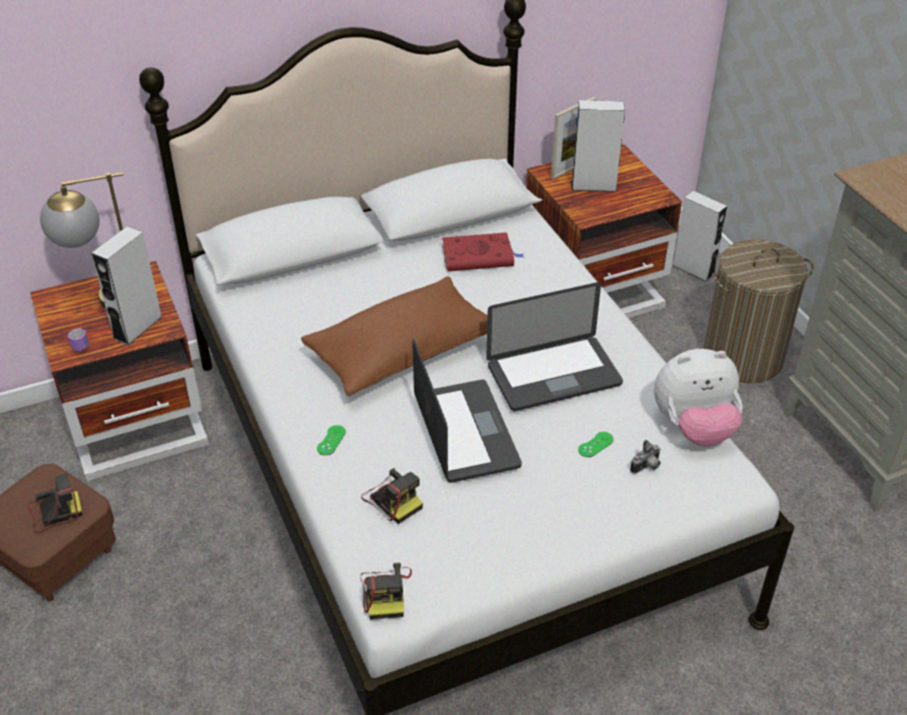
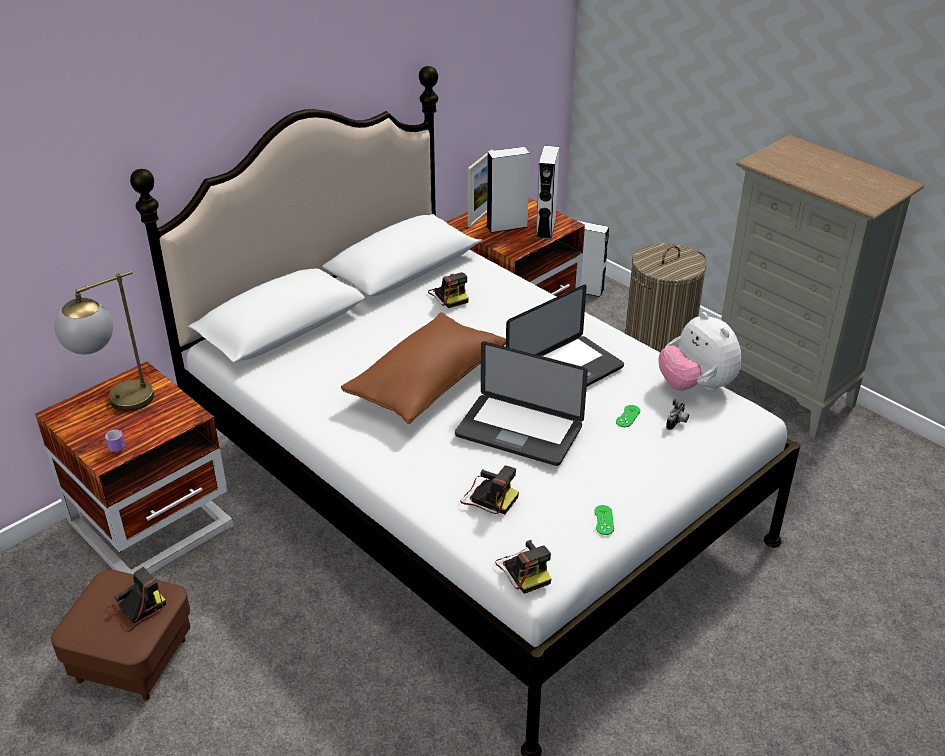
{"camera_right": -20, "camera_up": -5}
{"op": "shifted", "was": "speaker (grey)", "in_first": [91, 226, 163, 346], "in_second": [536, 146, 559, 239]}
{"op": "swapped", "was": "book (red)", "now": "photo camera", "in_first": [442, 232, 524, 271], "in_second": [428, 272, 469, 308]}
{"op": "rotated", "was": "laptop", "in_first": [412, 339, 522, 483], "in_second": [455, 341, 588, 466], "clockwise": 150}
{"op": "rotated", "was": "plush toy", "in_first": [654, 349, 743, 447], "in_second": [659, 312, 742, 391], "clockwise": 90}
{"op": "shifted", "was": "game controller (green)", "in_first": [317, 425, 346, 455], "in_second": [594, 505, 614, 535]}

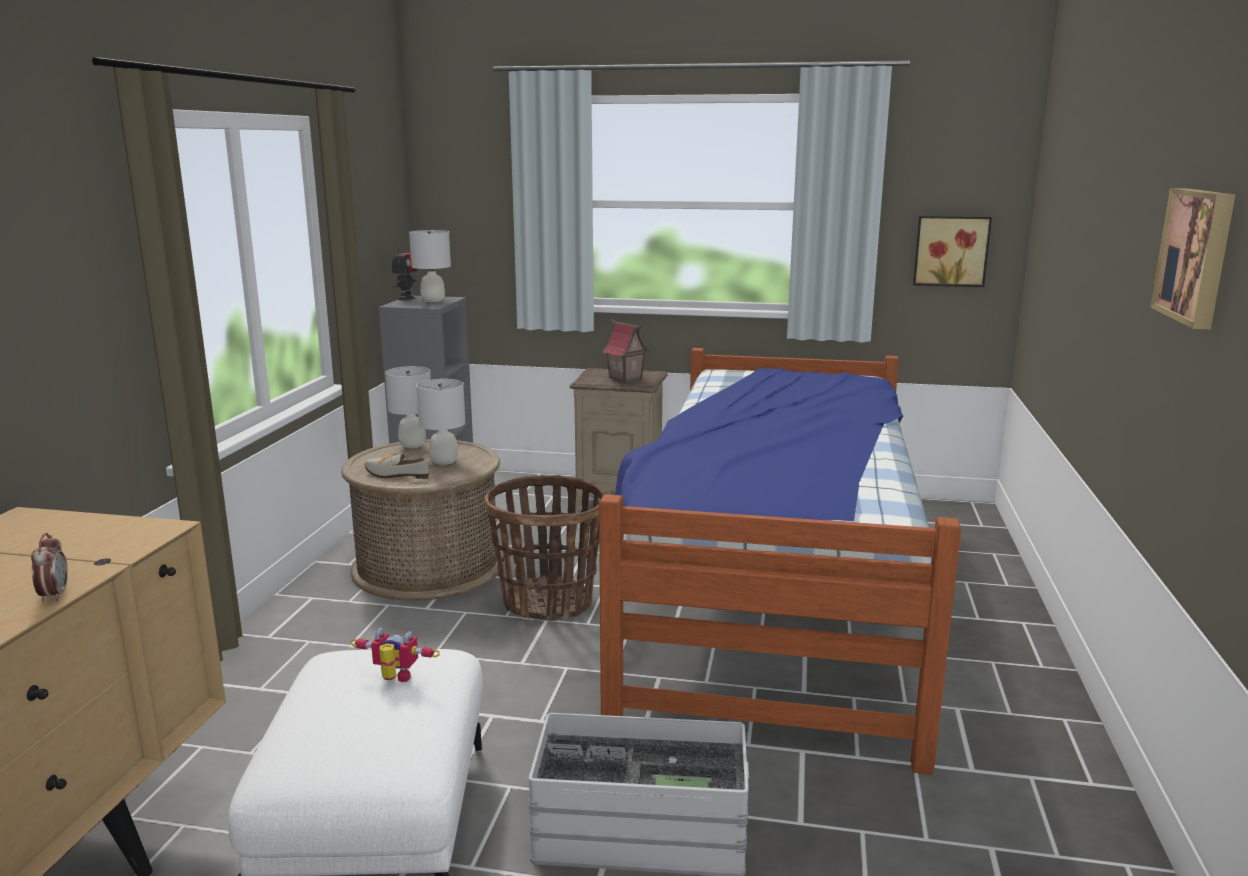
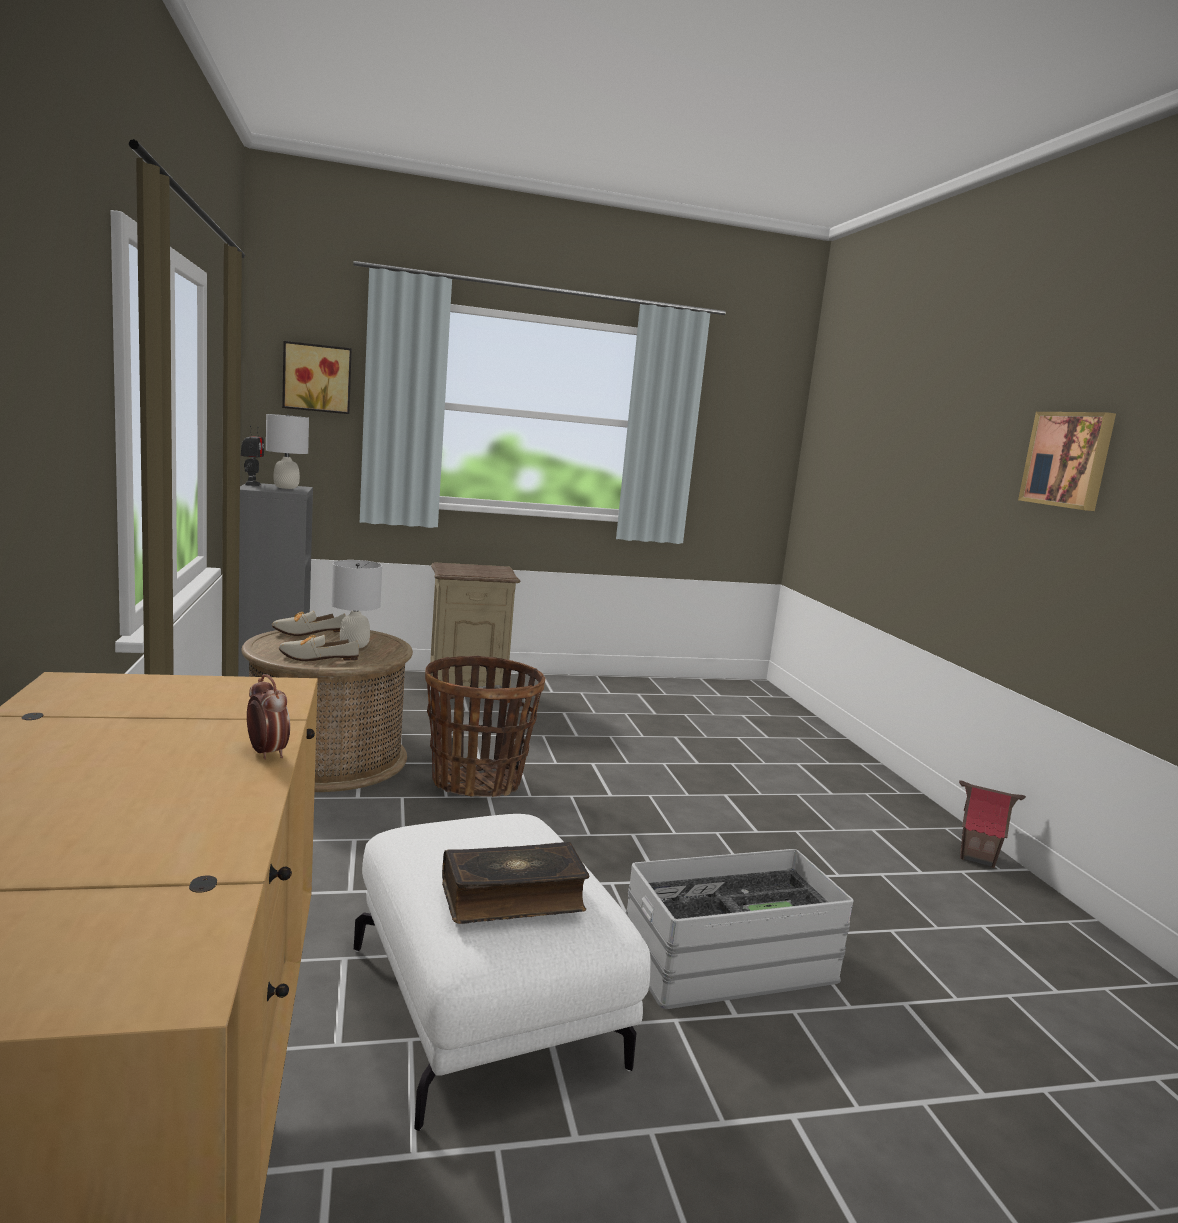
{"camera_right": -25, "camera_up": -5}
{"op": "shifted", "was": "picture", "in_first": [913, 216, 992, 287], "in_second": [282, 341, 352, 414]}
{"op": "shifted", "was": "toy house", "in_first": [602, 319, 649, 383], "in_second": [959, 780, 1026, 868]}
{"op": "gone", "was": "bed", "in_first": [599, 348, 961, 775]}
{"op": "swapped", "was": "table lamp (grey)", "now": "shoe", "in_first": [385, 366, 431, 448], "in_second": [272, 611, 346, 636]}
{"op": "gone", "was": "toy robot", "in_first": [350, 628, 440, 682]}
{"op": "new", "now": "book", "in_second": [442, 842, 589, 924]}

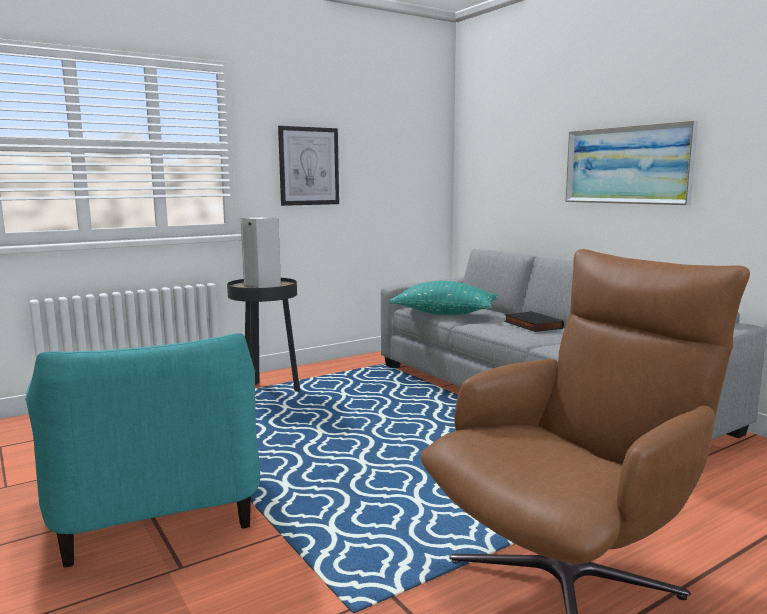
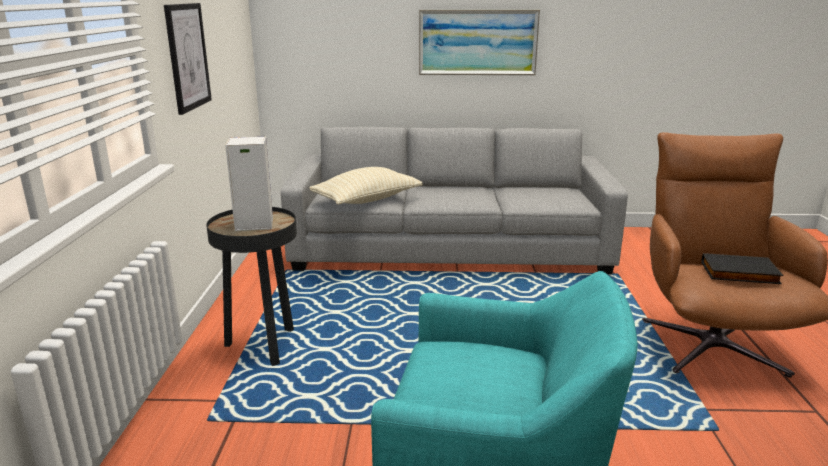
{"camera_right": -55, "camera_up": 10}
{"op": "repainted", "was": "pillow (turquoise)", "now": "pillow (beige)", "in_first": [389, 281, 498, 315], "in_second": [309, 167, 423, 204]}
{"op": "shifted", "was": "book (black)", "in_first": [504, 311, 564, 332], "in_second": [701, 253, 783, 284]}

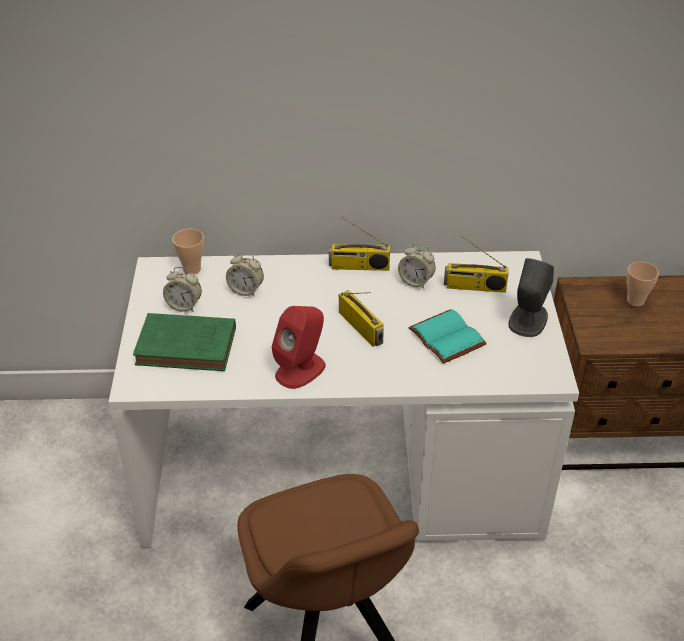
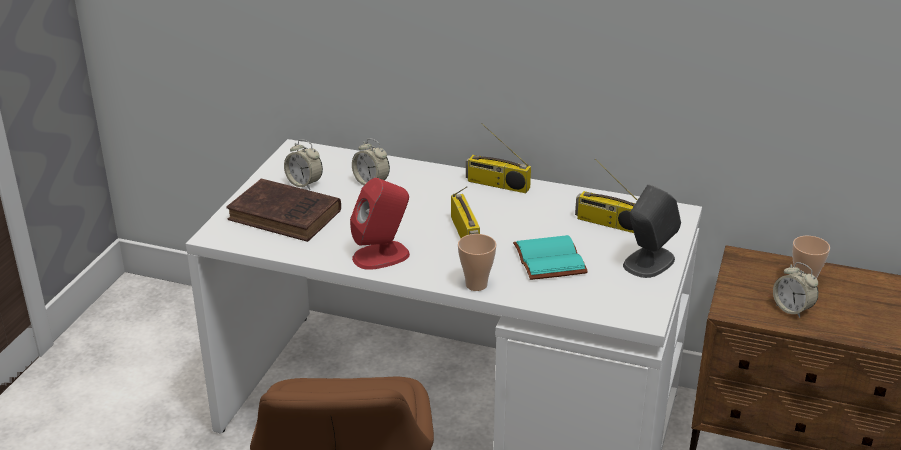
{"camera_right": 20, "camera_up": -10}
{"op": "shifted", "was": "cup", "in_first": [172, 229, 204, 274], "in_second": [458, 234, 496, 291]}
{"op": "shifted", "was": "alarm clock", "in_first": [398, 243, 436, 289], "in_second": [773, 262, 818, 318]}
{"op": "repainted", "was": "book (green)", "now": "book (brown)", "in_first": [133, 313, 236, 371], "in_second": [226, 178, 341, 242]}

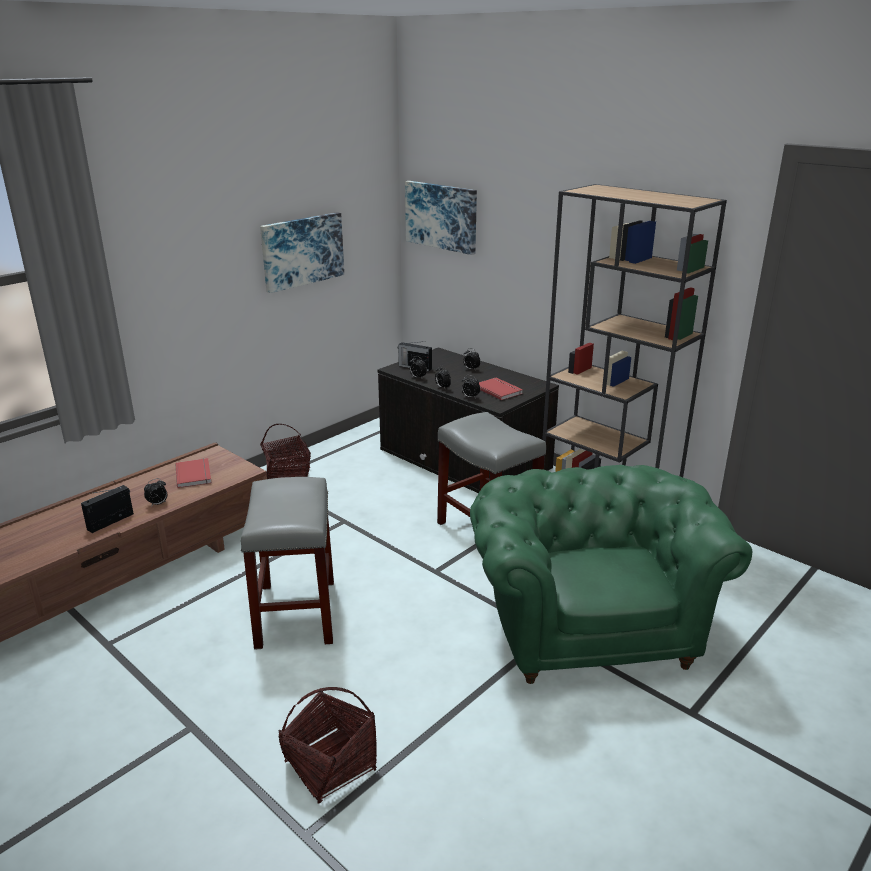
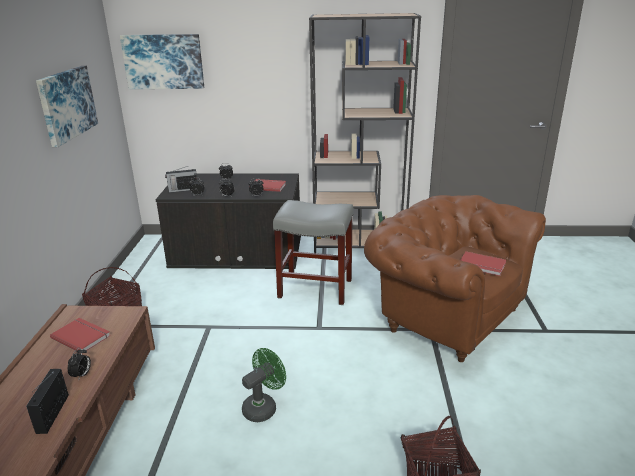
{"camera_right": -40, "camera_up": 0}
{"op": "repainted", "was": "armchair (green)", "now": "armchair (brown)", "in_first": [470, 465, 752, 684], "in_second": [364, 195, 546, 362]}
{"op": "swapped", "was": "stool (grey)", "now": "fan (green)", "in_first": [241, 477, 334, 650], "in_second": [242, 348, 286, 422]}
{"op": "new", "now": "book (red)", "in_second": [461, 251, 506, 276]}

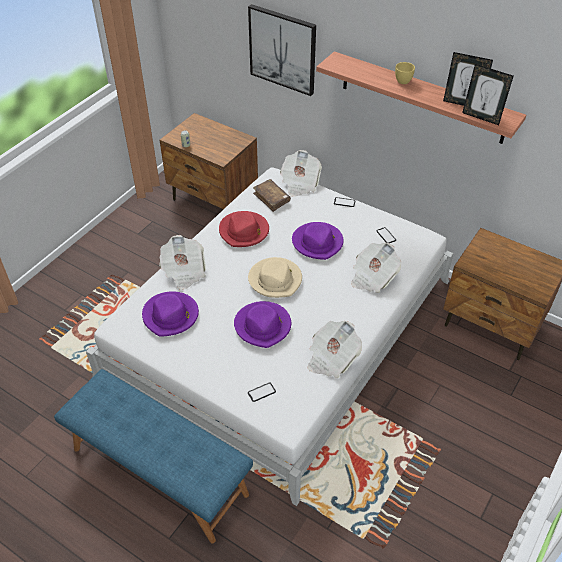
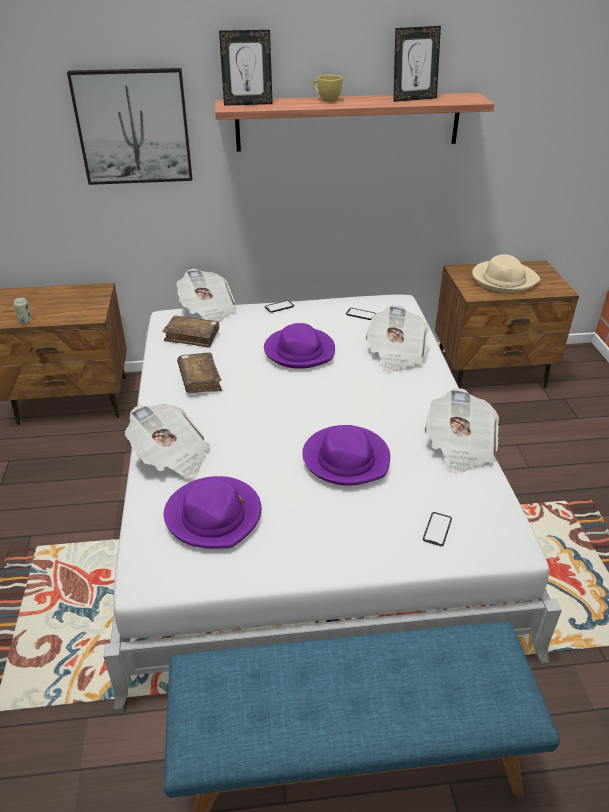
{"camera_right": -40, "camera_up": -10}
{"op": "shifted", "was": "picture frame", "in_first": [462, 64, 514, 125], "in_second": [219, 30, 273, 106]}
{"op": "swapped", "was": "hat (red)", "now": "book (brown)", "in_first": [219, 211, 269, 247], "in_second": [177, 352, 222, 393]}
{"op": "shifted", "was": "hat (beige)", "in_first": [248, 257, 302, 298], "in_second": [472, 254, 541, 293]}

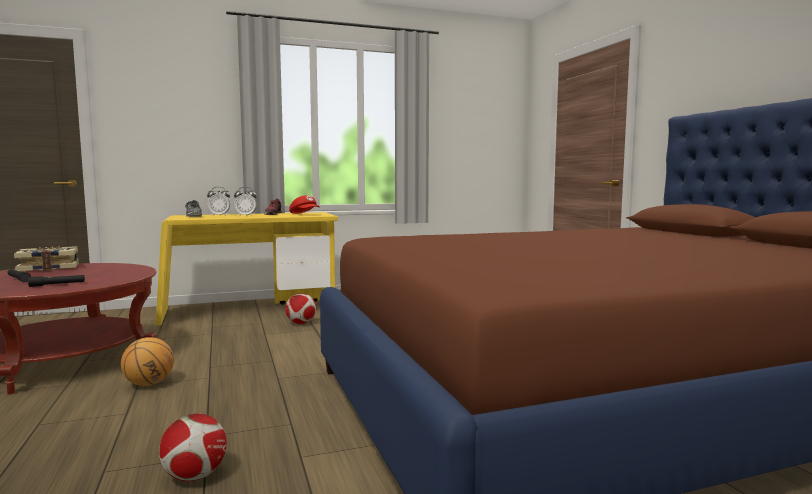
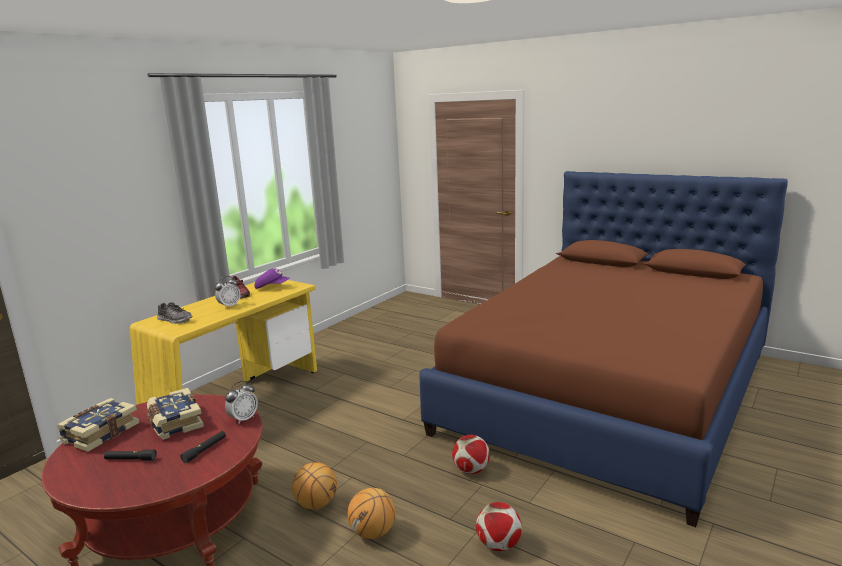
{"camera_right": -35, "camera_up": 10}
{"op": "shifted", "was": "alarm clock", "in_first": [207, 187, 230, 216], "in_second": [225, 381, 258, 424]}
{"op": "repainted", "was": "cap (red)", "now": "cap (purple)", "in_first": [289, 195, 320, 214], "in_second": [254, 268, 290, 289]}
{"op": "shifted", "was": "football", "in_first": [285, 293, 316, 324], "in_second": [452, 435, 490, 474]}
{"op": "new", "now": "book", "in_second": [147, 388, 204, 440]}
{"op": "new", "now": "basketball", "in_second": [347, 488, 395, 539]}

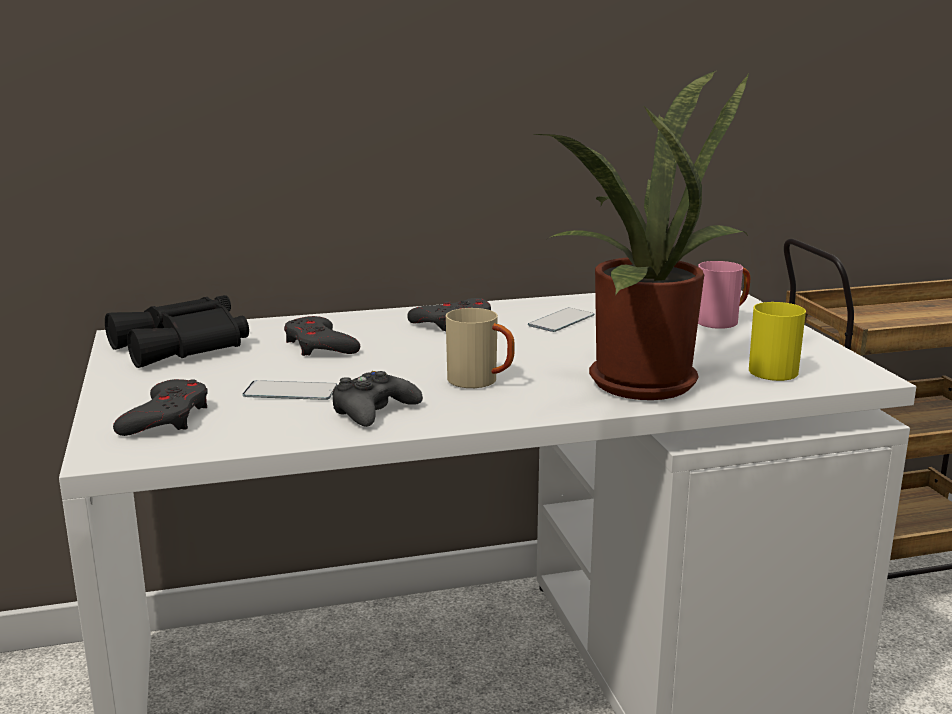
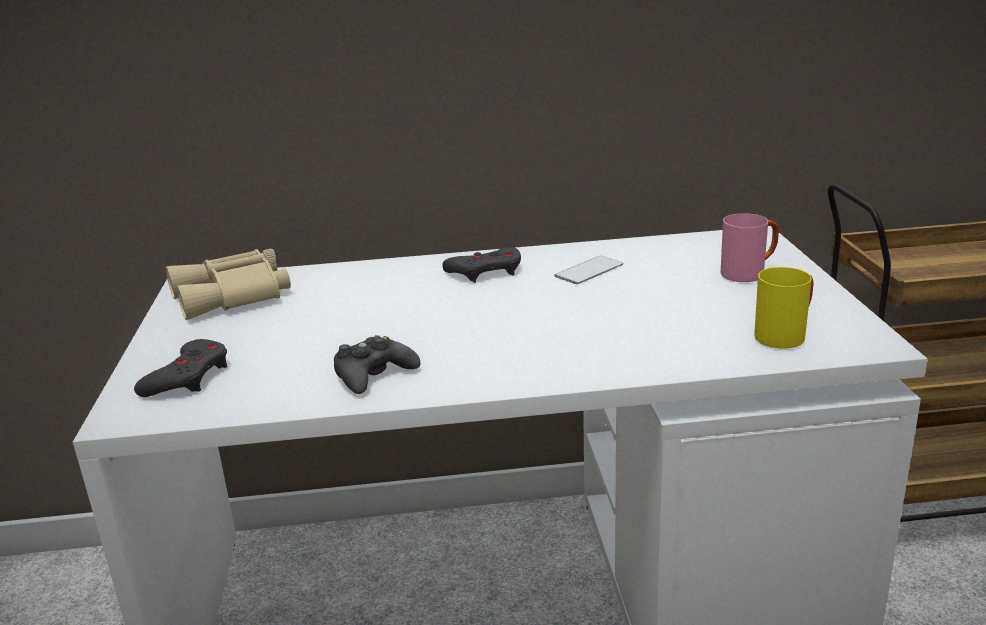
{"camera_right": 10, "camera_up": 5}
{"op": "gone", "was": "potted plant", "in_first": [535, 71, 749, 400]}
{"op": "repainted", "was": "binoculars (black)", "now": "binoculars (beige)", "in_first": [105, 295, 249, 368], "in_second": [166, 249, 291, 320]}
{"op": "gone", "was": "mug (beige)", "in_first": [446, 308, 515, 388]}
{"op": "gone", "was": "game controller (grey)", "in_first": [284, 316, 360, 356]}
{"op": "gone", "was": "phone", "in_first": [242, 380, 337, 400]}

